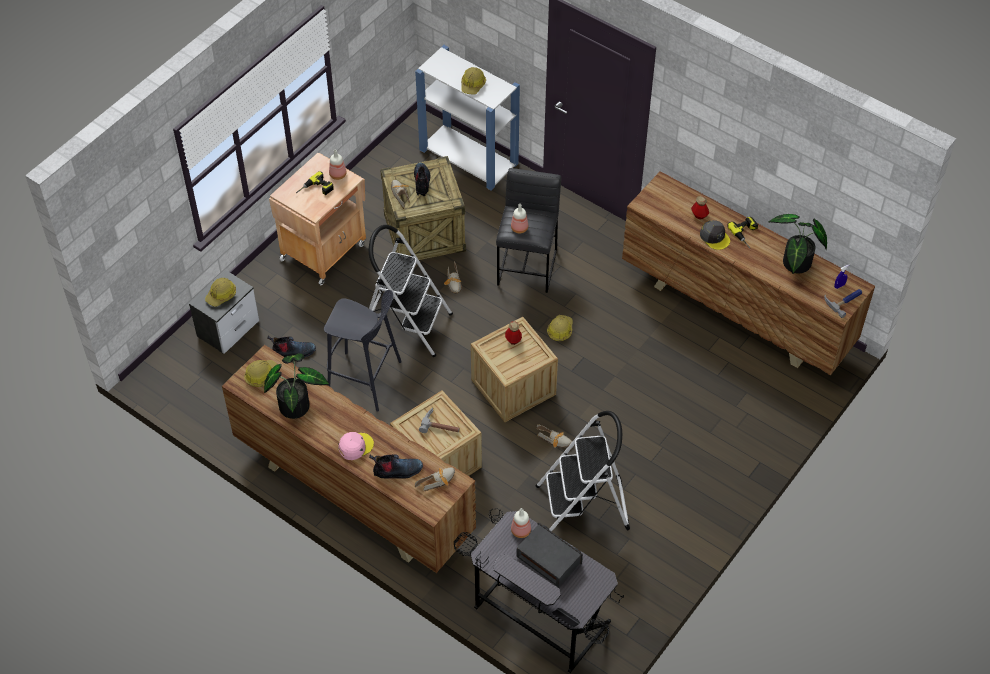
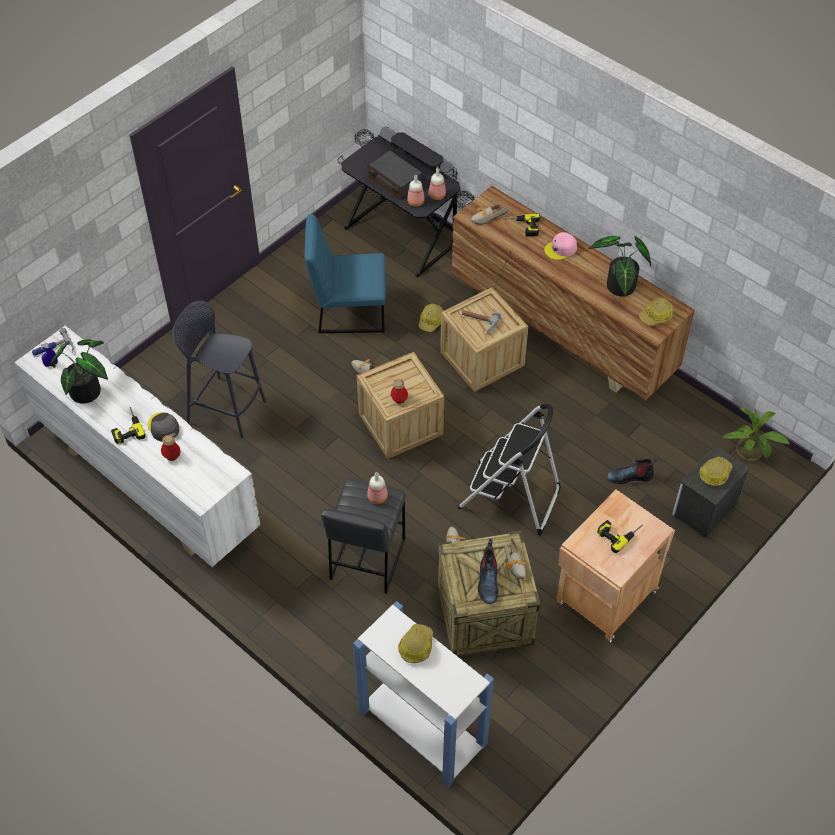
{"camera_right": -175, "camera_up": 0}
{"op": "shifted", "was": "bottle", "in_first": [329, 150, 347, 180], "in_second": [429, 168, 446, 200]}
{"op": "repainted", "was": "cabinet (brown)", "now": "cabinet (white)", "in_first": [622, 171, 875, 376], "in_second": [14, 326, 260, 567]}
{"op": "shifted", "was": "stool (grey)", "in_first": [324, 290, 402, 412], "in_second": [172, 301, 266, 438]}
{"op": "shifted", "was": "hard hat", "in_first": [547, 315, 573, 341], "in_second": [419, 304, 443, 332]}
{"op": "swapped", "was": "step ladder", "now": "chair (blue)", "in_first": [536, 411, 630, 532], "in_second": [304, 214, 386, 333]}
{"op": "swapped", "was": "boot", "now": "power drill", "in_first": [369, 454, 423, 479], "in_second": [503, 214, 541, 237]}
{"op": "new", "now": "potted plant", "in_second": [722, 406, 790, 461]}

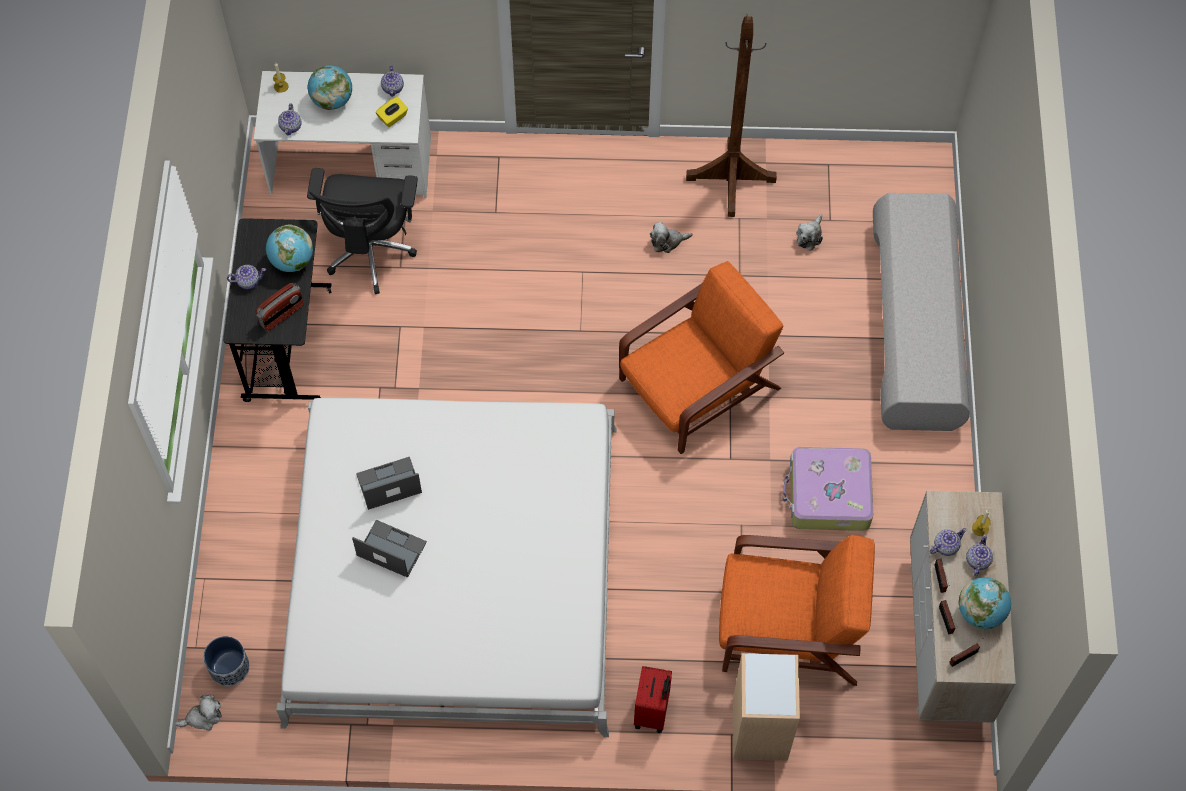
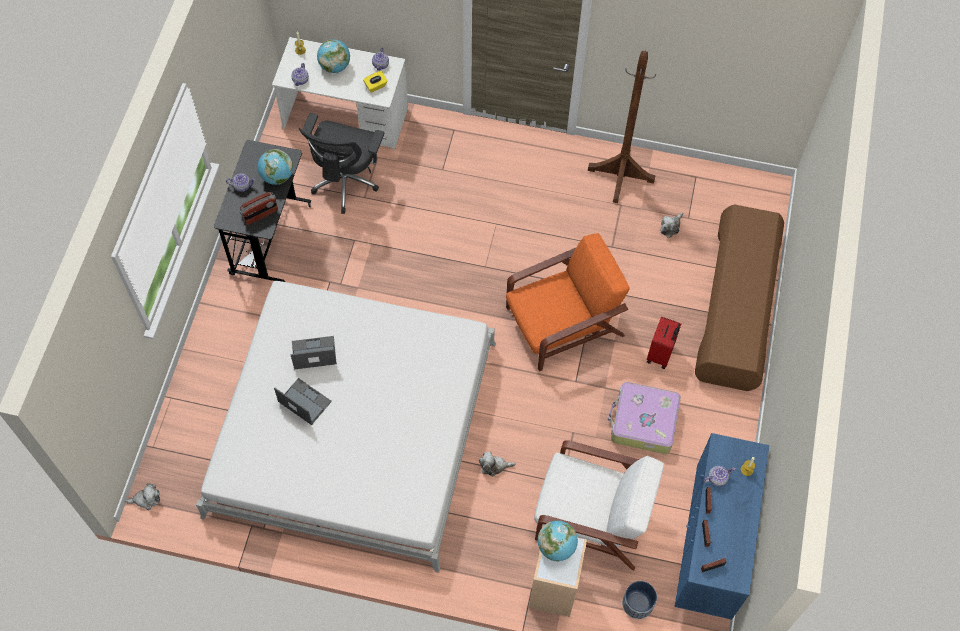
{"camera_right": 10, "camera_up": 0}
{"op": "repainted", "was": "bench (grey)", "now": "bench (brown)", "in_first": [873, 193, 970, 431], "in_second": [695, 204, 784, 391]}
{"op": "shifted", "was": "plush toy", "in_first": [650, 222, 692, 253], "in_second": [479, 452, 515, 476]}
{"op": "repainted", "was": "dresser (white)", "now": "dresser (blue)", "in_first": [909, 491, 1016, 723], "in_second": [675, 433, 769, 620]}
{"op": "repainted", "was": "armchair (orange)", "now": "armchair (white)", "in_first": [719, 534, 875, 686], "in_second": [534, 440, 664, 570]}
{"op": "gone", "was": "teapot", "in_first": [966, 534, 993, 576]}
{"op": "shifted", "was": "globe", "in_first": [959, 577, 1011, 629], "in_second": [538, 521, 578, 561]}
{"op": "shifted", "was": "planter", "in_first": [203, 636, 250, 686], "in_second": [622, 581, 657, 619]}
{"op": "shifted", "was": "suitcase (red)", "in_first": [634, 666, 672, 733], "in_second": [647, 316, 681, 369]}

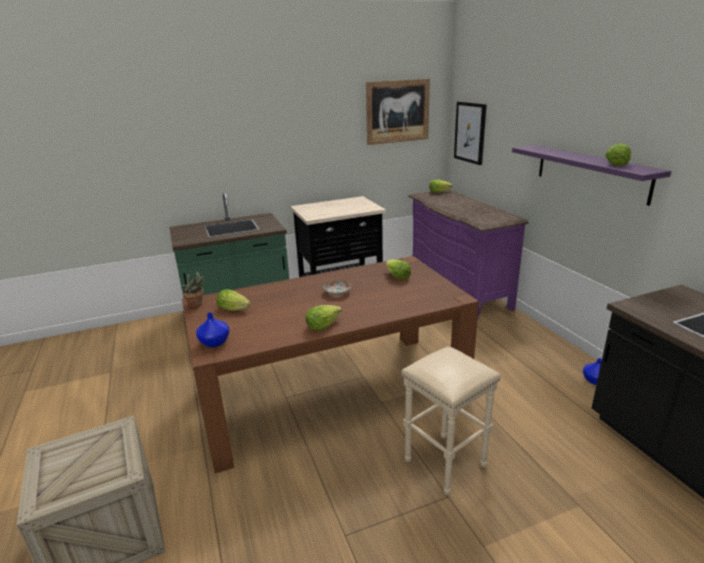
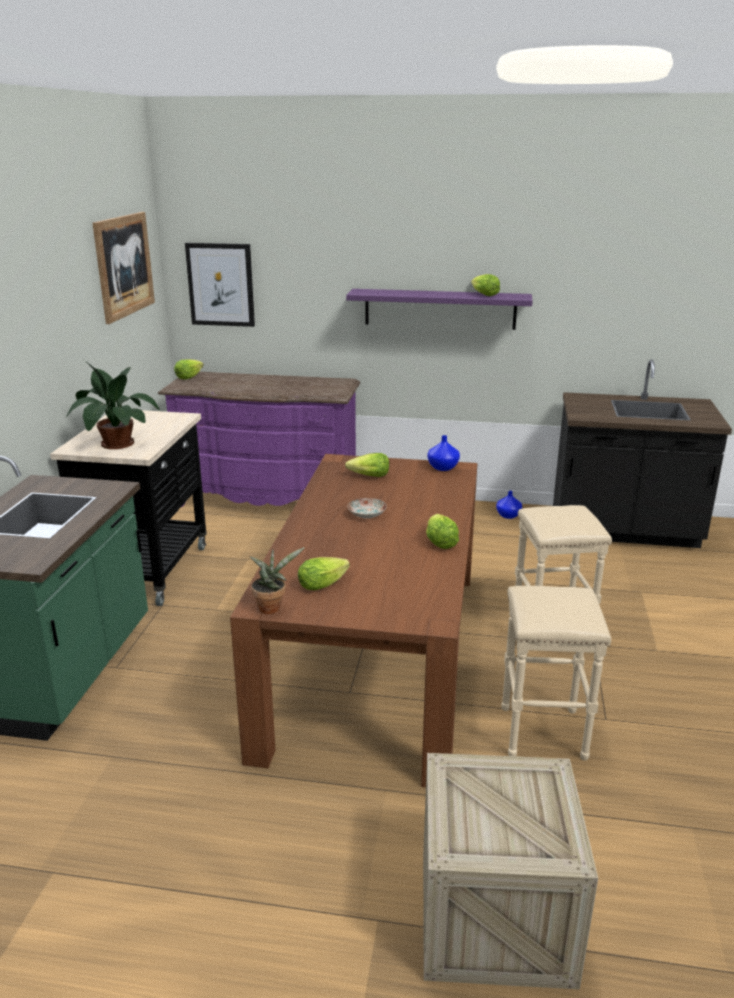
{"camera_right": -60, "camera_up": 0}
{"op": "shifted", "was": "vase (blue)", "in_first": [196, 312, 229, 347], "in_second": [427, 435, 460, 471]}
{"op": "new", "now": "potted plant", "in_second": [66, 361, 160, 449]}
{"op": "new", "now": "stool (beige)", "in_second": [501, 586, 611, 761]}

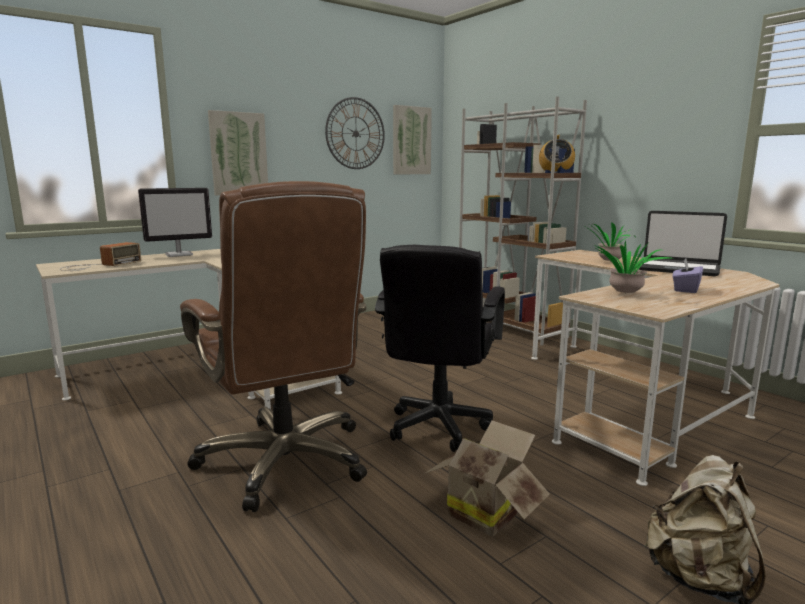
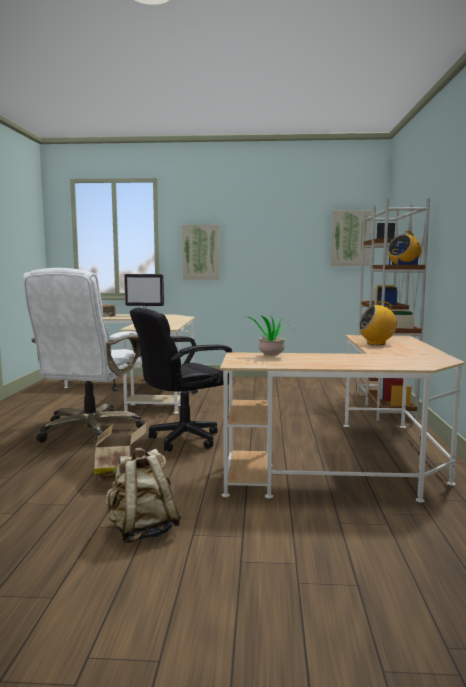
{"camera_right": 40, "camera_up": -5}
{"op": "gone", "was": "wall clock", "in_first": [325, 97, 385, 169]}
{"op": "repainted", "was": "office chair (brown)", "now": "office chair (white)", "in_first": [180, 181, 367, 512], "in_second": [24, 268, 145, 443]}
{"op": "gone", "was": "laptop", "in_first": [639, 211, 727, 276]}
{"op": "swapped", "was": "potted plant", "now": "radio", "in_first": [586, 222, 636, 261], "in_second": [358, 301, 397, 345]}
{"op": "gone", "was": "tissue box (purple)", "in_first": [672, 259, 703, 293]}

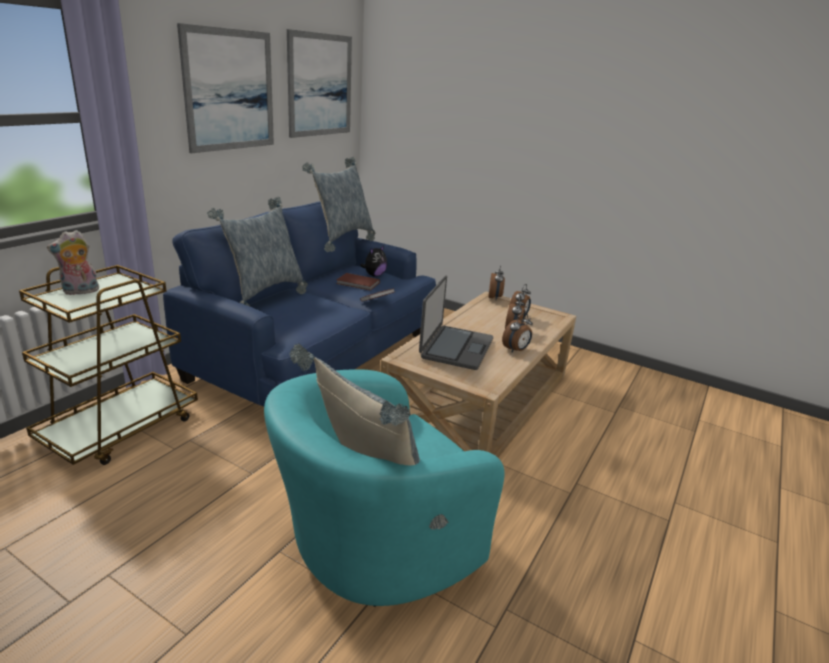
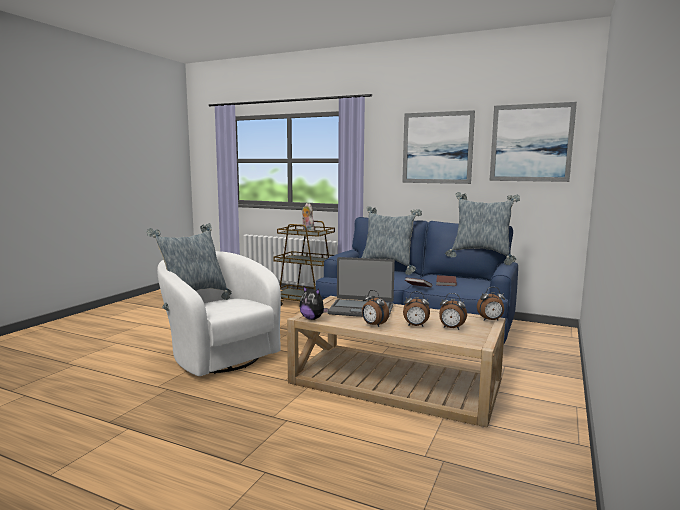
{"camera_right": 85, "camera_up": -15}
{"op": "shifted", "was": "plush toy", "in_first": [360, 245, 387, 277], "in_second": [300, 286, 329, 320]}
{"op": "repainted", "was": "armchair (turquoise)", "now": "armchair (white)", "in_first": [264, 369, 504, 607], "in_second": [157, 251, 281, 376]}

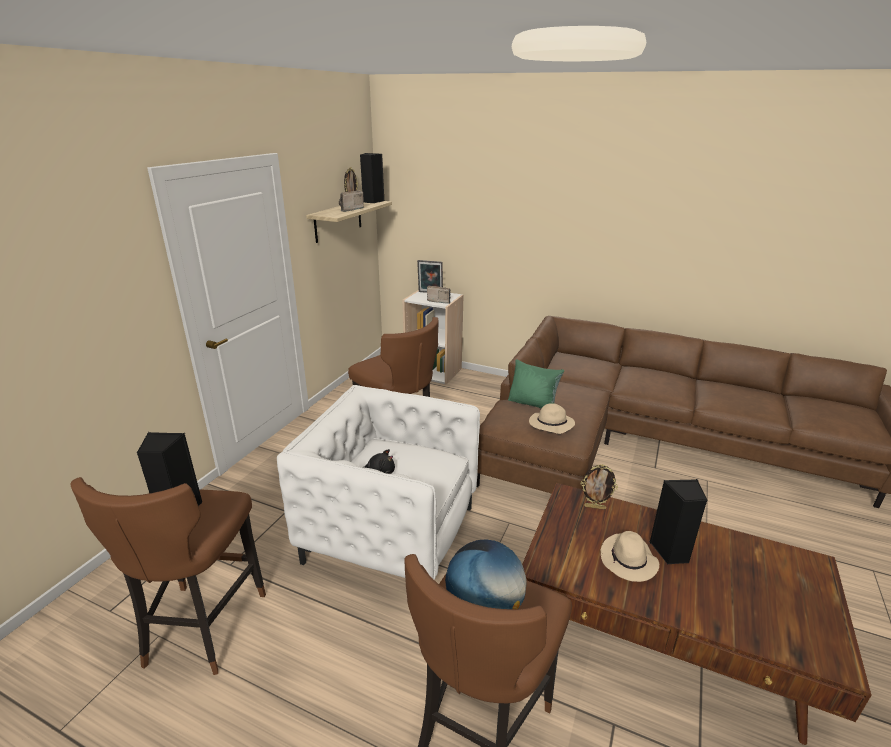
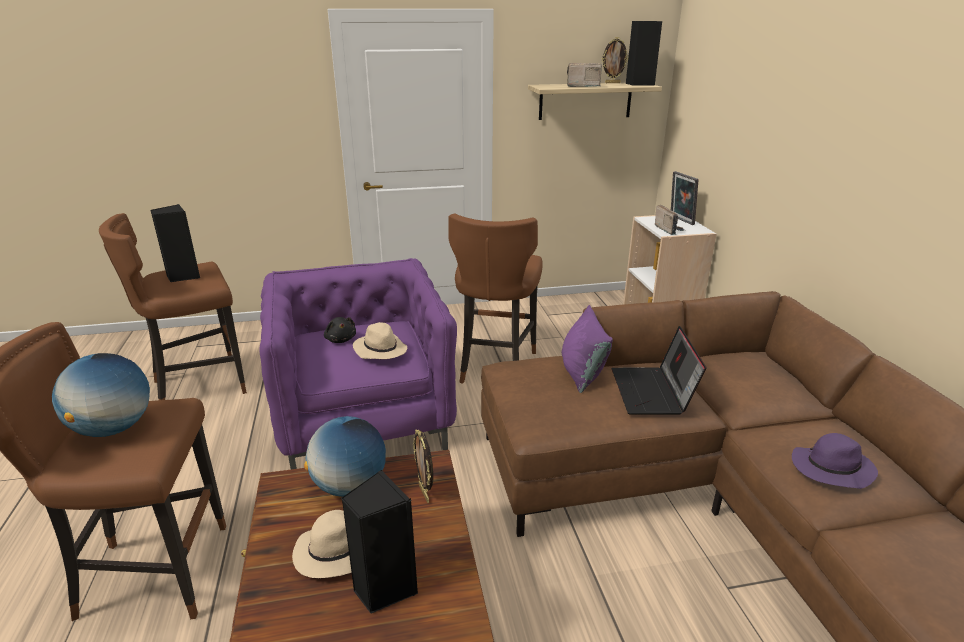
{"camera_right": 55, "camera_up": 0}
{"op": "repainted", "was": "pillow (green)", "now": "pillow (purple)", "in_first": [508, 359, 564, 409], "in_second": [562, 305, 613, 393]}
{"op": "repainted", "was": "armchair (white)", "now": "armchair (purple)", "in_first": [277, 385, 480, 580], "in_second": [260, 258, 457, 469]}
{"op": "shifted", "was": "hat (beige)", "in_first": [529, 403, 575, 434], "in_second": [353, 322, 407, 359]}
{"op": "new", "now": "laptop", "in_second": [611, 326, 707, 415]}
{"op": "new", "now": "globe", "in_second": [304, 416, 386, 497]}
{"op": "new", "now": "hat (purple)", "in_second": [792, 433, 878, 489]}

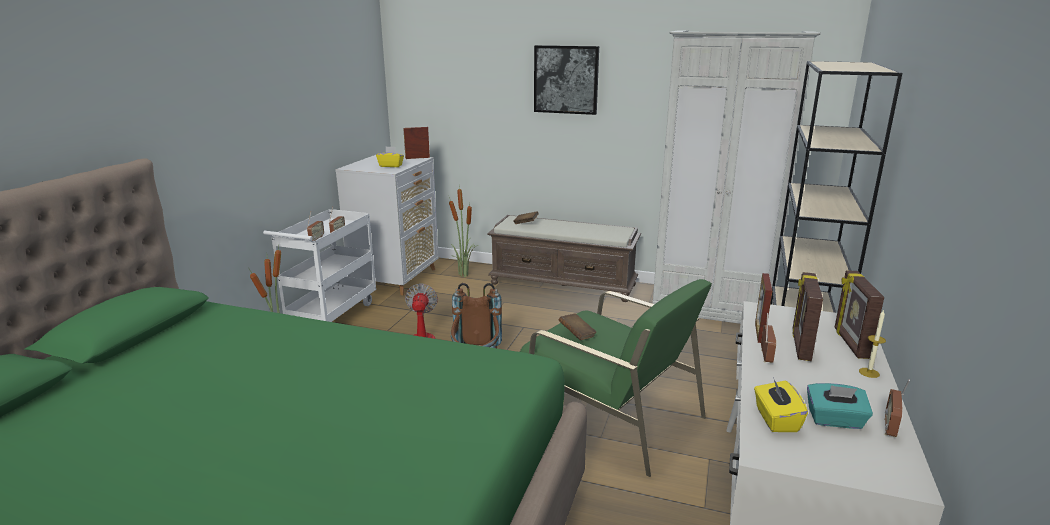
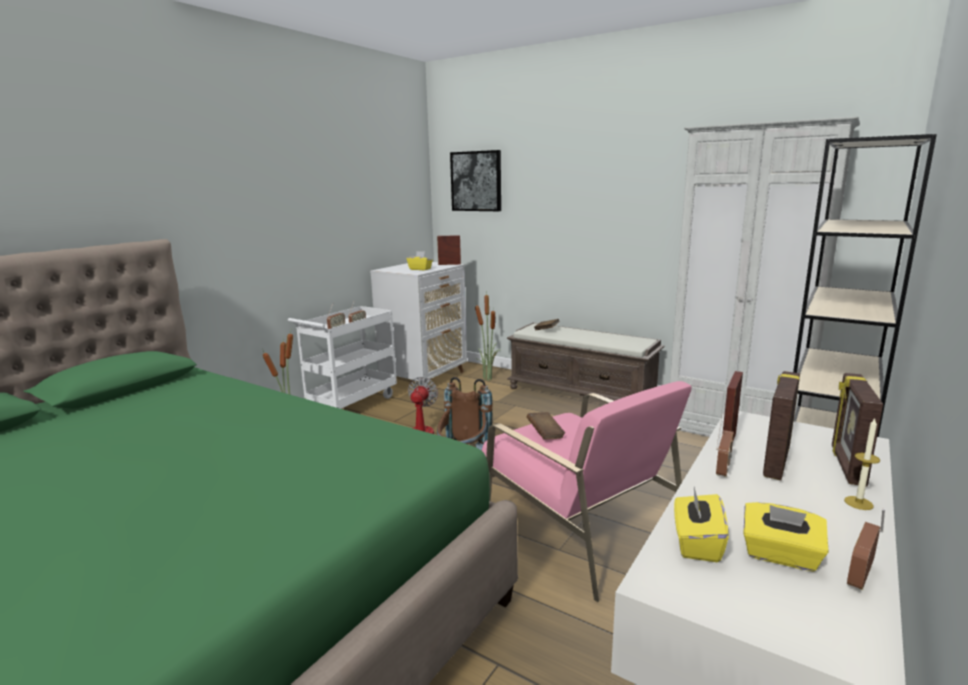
{"camera_right": 15, "camera_up": -5}
{"op": "shifted", "was": "picture", "in_first": [534, 45, 599, 115], "in_second": [450, 150, 501, 211]}
{"op": "repainted", "was": "armchair (green)", "now": "armchair (pink)", "in_first": [520, 279, 712, 477], "in_second": [482, 381, 692, 602]}
{"op": "repainted", "was": "tissue box (turquoise)", "now": "tissue box (yellow)", "in_first": [807, 383, 873, 429], "in_second": [744, 502, 829, 572]}

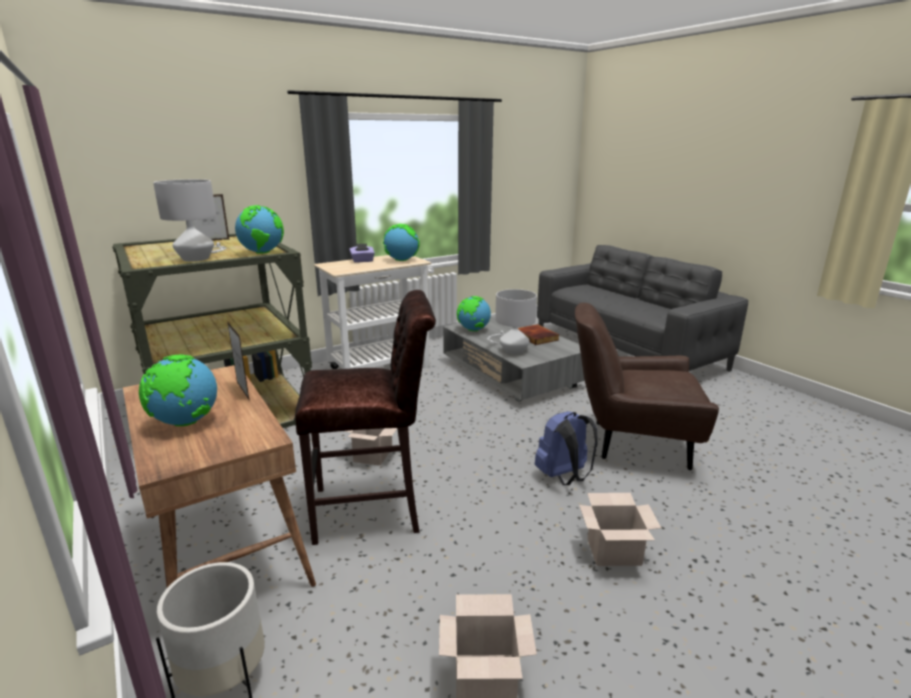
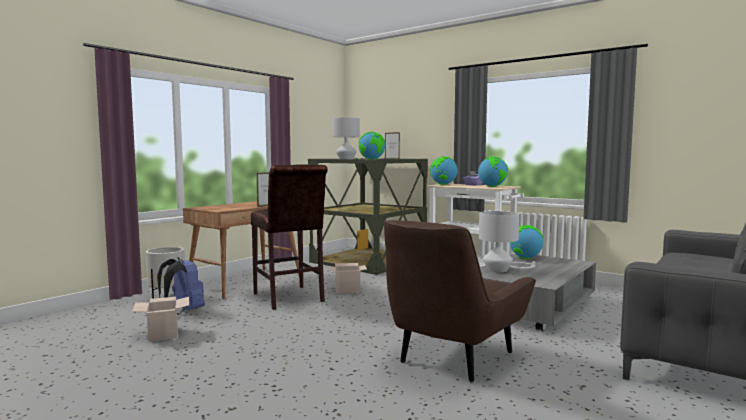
{"camera_right": 70, "camera_up": -15}
{"op": "rotated", "was": "armchair (brown)", "in_first": [575, 303, 719, 470], "in_second": [384, 220, 536, 382], "clockwise": -135}
{"op": "gone", "was": "book", "in_first": [518, 324, 559, 345]}
{"op": "shifted", "was": "globe", "in_first": [139, 355, 217, 426], "in_second": [430, 156, 458, 185]}
{"op": "shifted", "was": "backpack (blue)", "in_first": [535, 411, 598, 485], "in_second": [157, 257, 205, 315]}
{"op": "gone", "was": "cardboard box", "in_first": [579, 493, 661, 566]}

